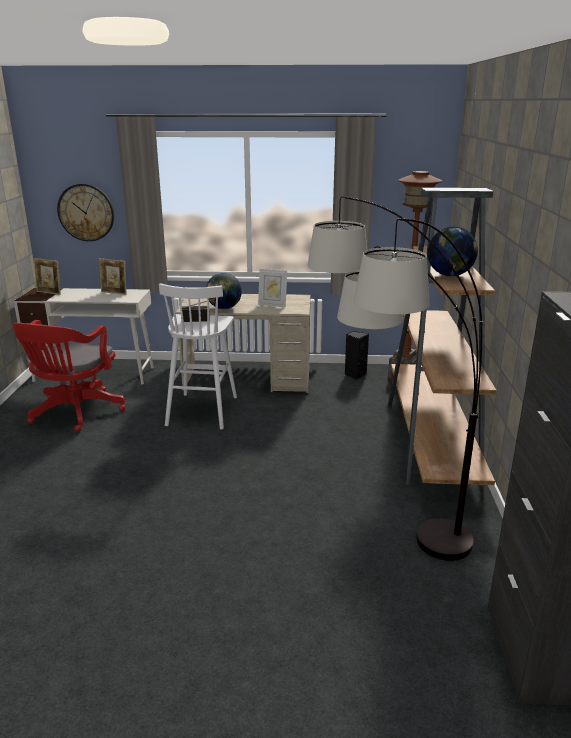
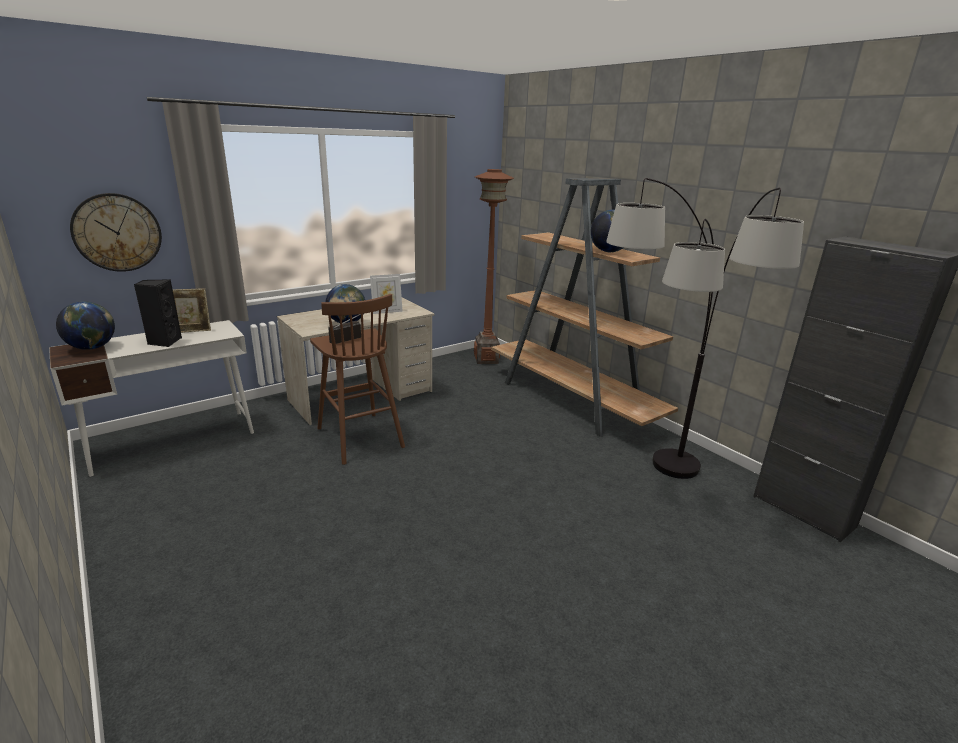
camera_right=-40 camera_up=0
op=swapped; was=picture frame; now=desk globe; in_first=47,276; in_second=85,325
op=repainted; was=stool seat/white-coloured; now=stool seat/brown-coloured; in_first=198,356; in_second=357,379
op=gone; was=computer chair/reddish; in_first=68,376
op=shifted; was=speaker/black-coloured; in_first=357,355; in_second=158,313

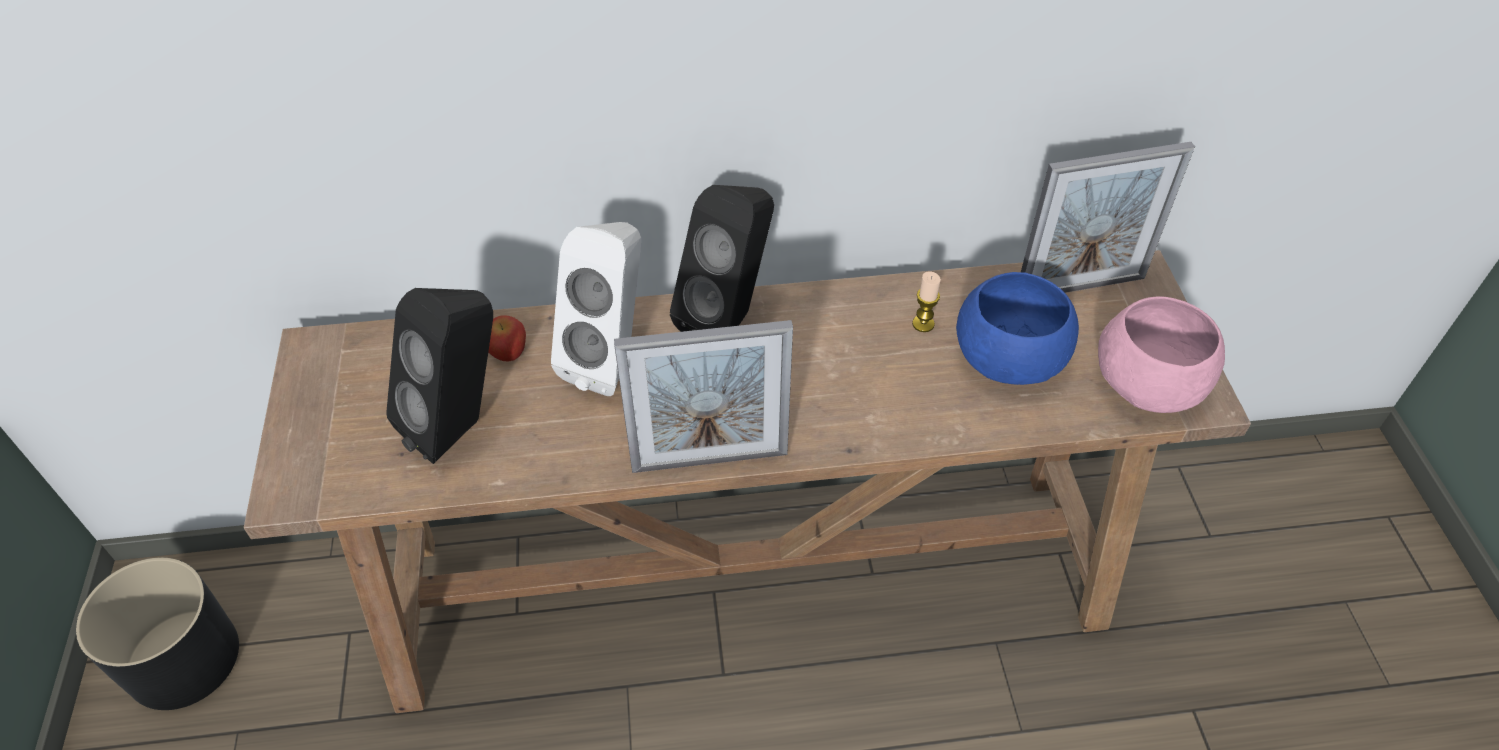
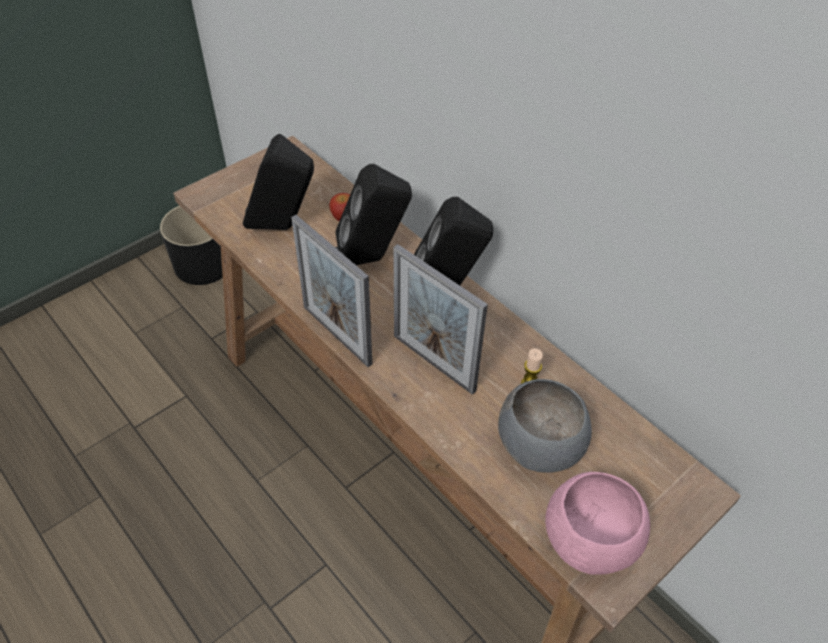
camera_right=55 camera_up=0
op=shifted; was=picture frame; in_first=1108,217; in_second=440,319
op=repainted; was=speaker/white-coloured; now=speaker/black-coloured; in_first=596,309; in_second=373,214
op=repainted; was=serving bowl/blue-coloured; now=serving bowl/grey; in_first=1017,328; in_second=545,426

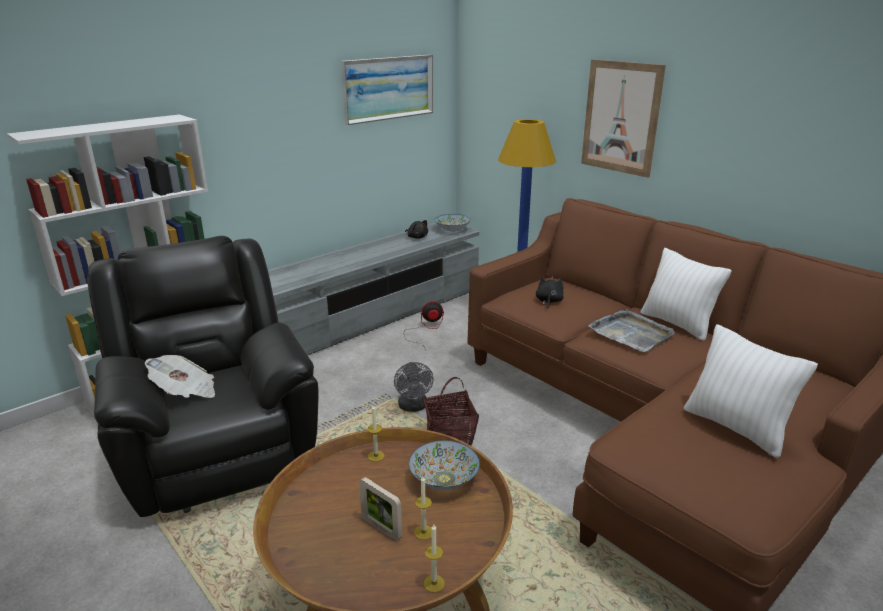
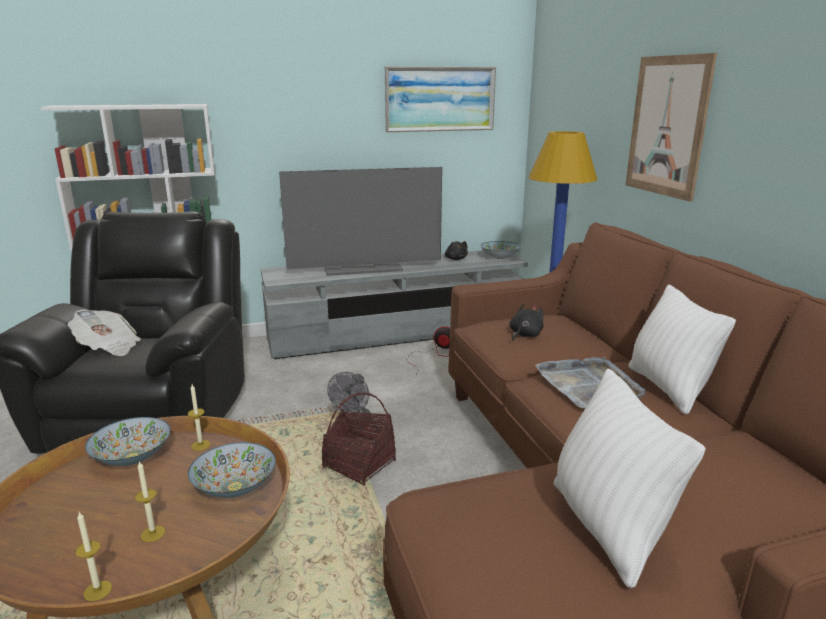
camera_right=25 camera_up=-5
op=gone; was=picture frame; in_first=380,509
op=new; now=television; in_second=360,221
op=new; now=serving bowl; in_second=127,441

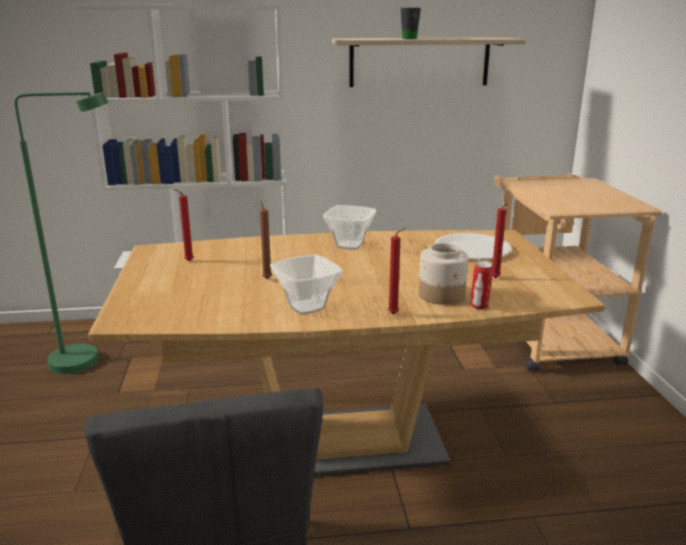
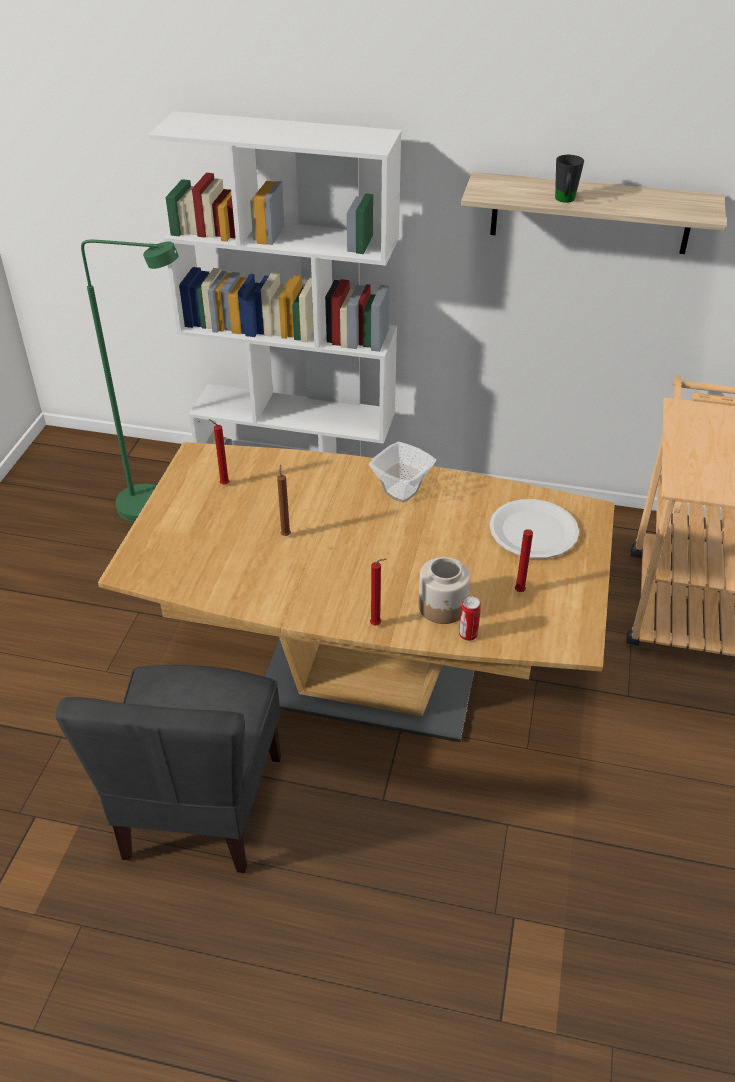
camera_right=20 camera_up=20
op=gone; was=serving bowl; in_first=306,284

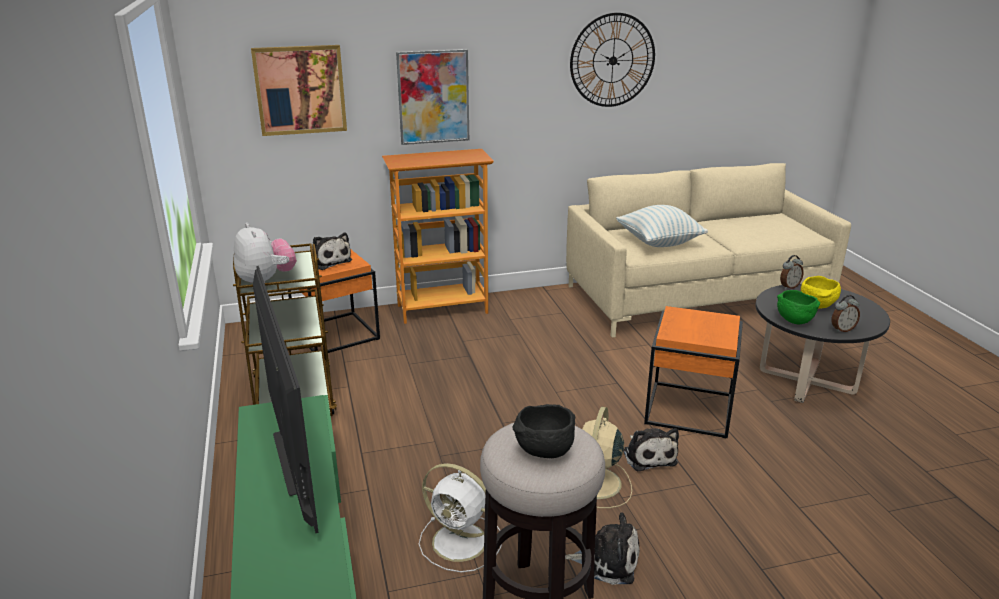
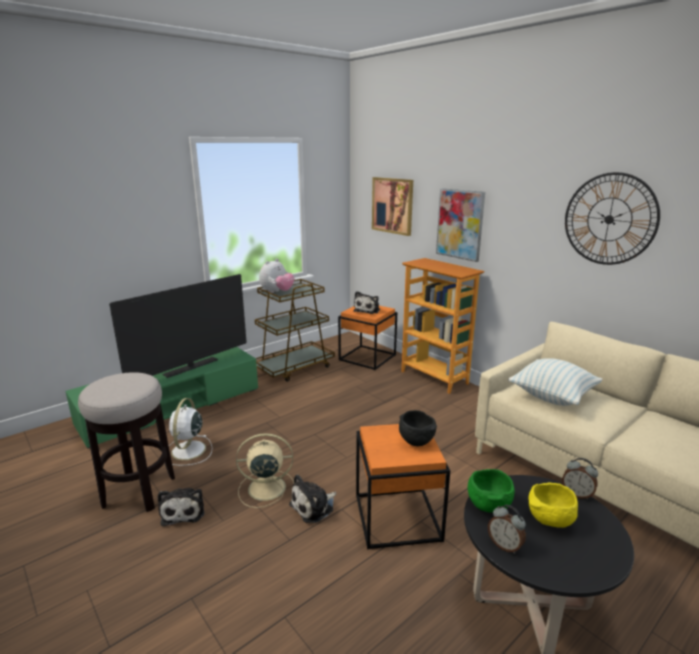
camera_right=65 camera_up=-5
op=shifted; was=serving bowl/black-coloured; in_first=543,431; in_second=418,428

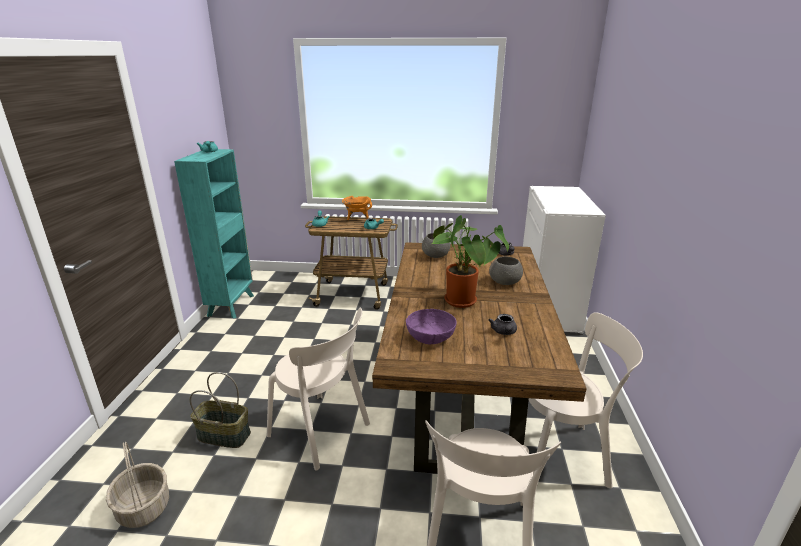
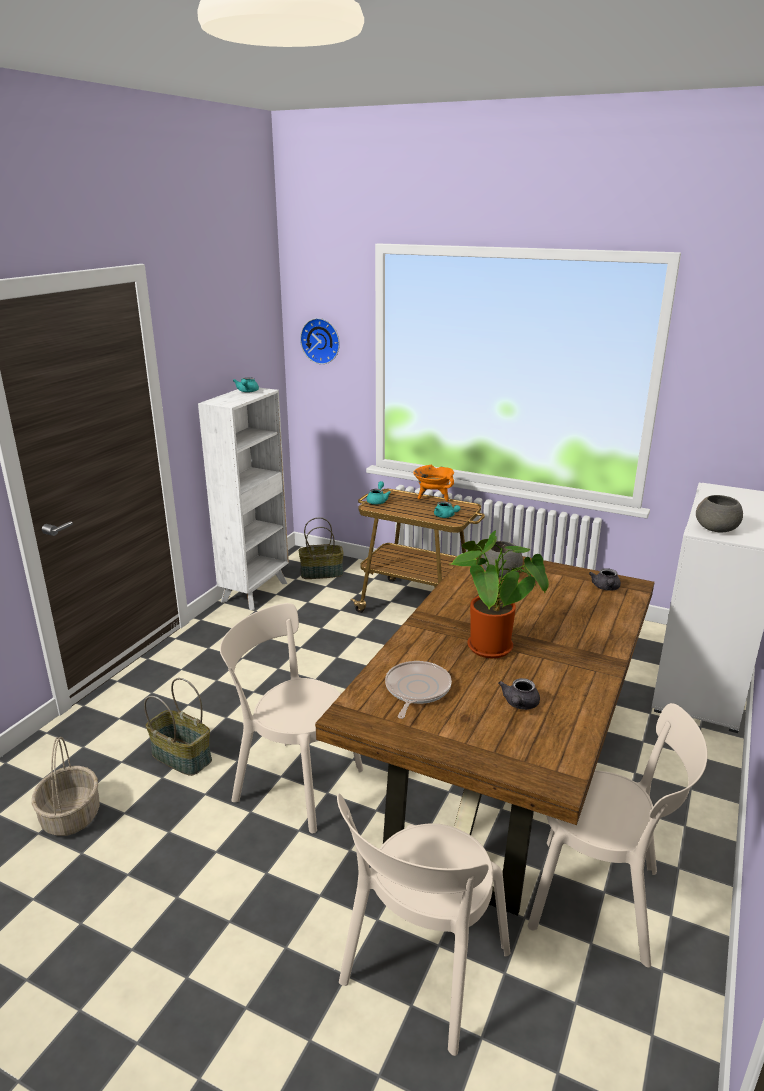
camera_right=20 camera_up=0
op=repainted; was=bookshelf/turquoise-coloured; now=bookshelf/white-coloured; in_first=214,234; in_second=243,499
op=shifted; was=serving bowl/grey; in_first=506,270; in_second=719,513
op=rotated; was=chair/beige-coloured; in_first=318,389; in_second=291,718; clockwise=150
op=swapped; was=serving bowl/purplish; now=frying pan; in_first=431,327; in_second=418,690
op=new; now=hanging clock; in_second=320,341
op=new; now=household basket; in_second=321,548

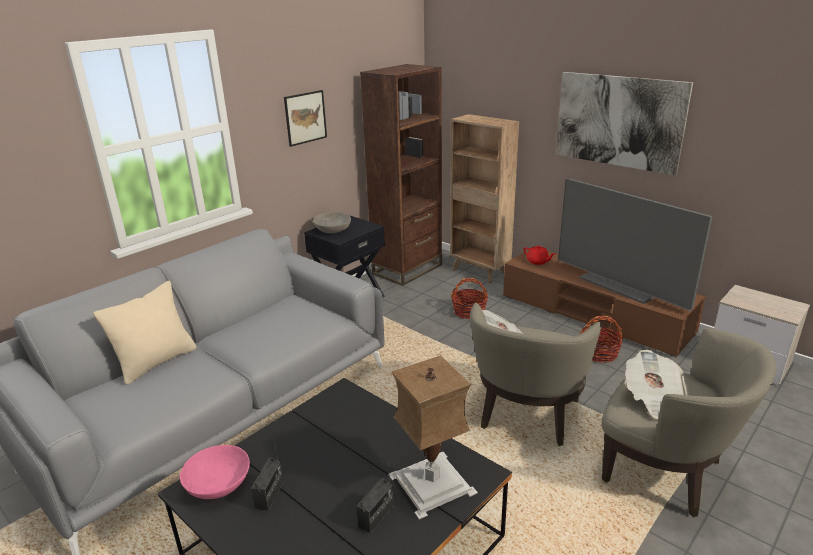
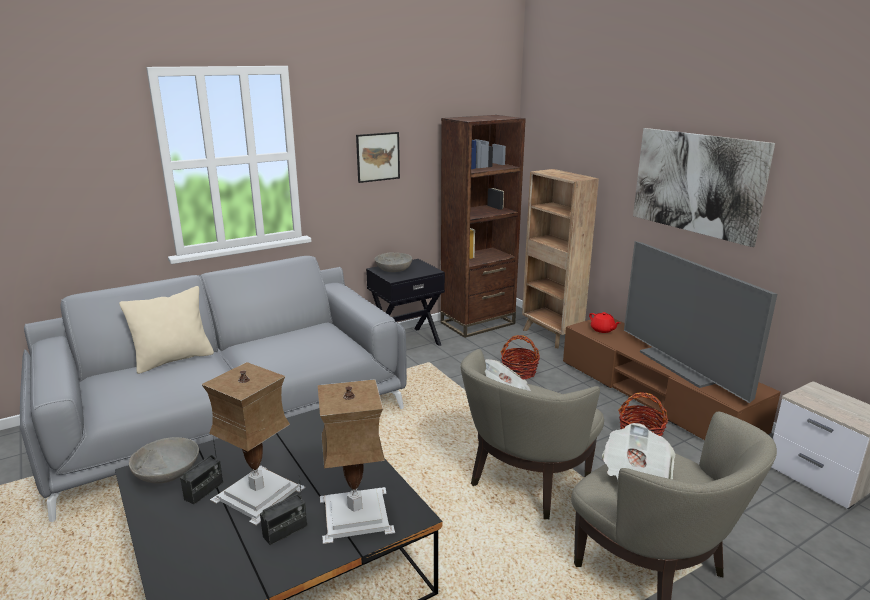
camera_right=15 camera_up=-5
op=repainted; was=serving bowl/pinkish; now=serving bowl/grey; in_first=214,472; in_second=164,460
op=new; now=table lamp; in_second=254,443

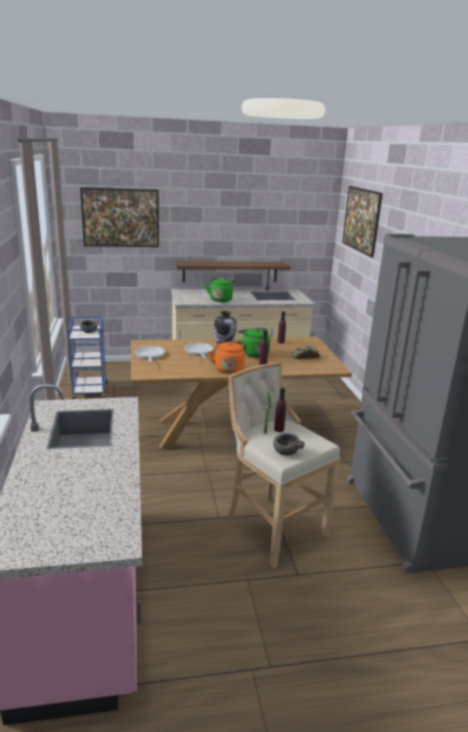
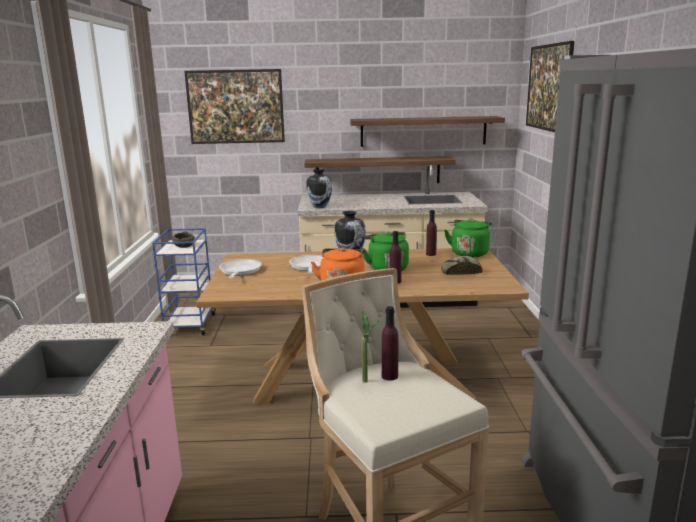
camera_right=10 camera_up=-5
op=shifted; was=kettle/green-coloured; in_first=220,290; in_second=468,238
op=gone; was=serving bowl/grey; in_first=289,444
op=new; now=shelf; in_second=427,131
op=new; now=vase; in_second=319,188

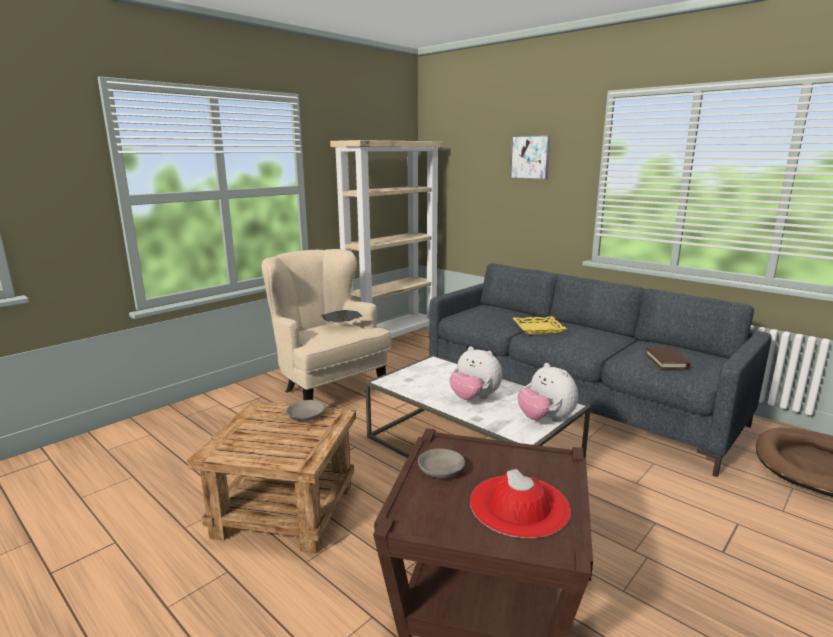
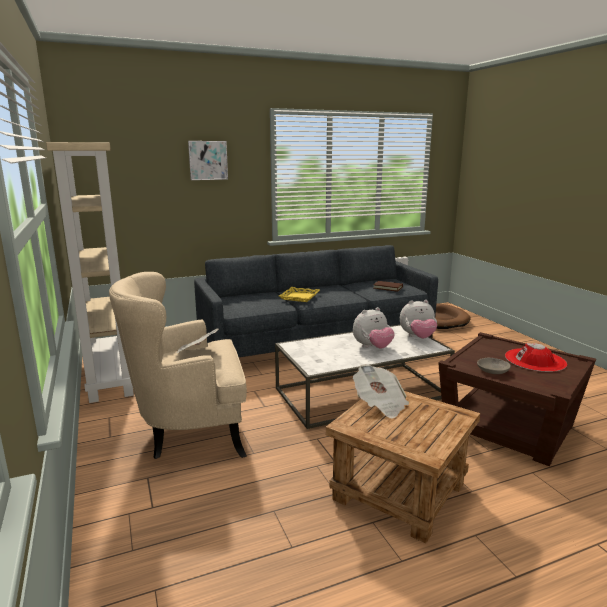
camera_right=-65 camera_up=0
op=swapped; was=serving bowl/grey; now=newspaper; in_first=306,411; in_second=381,391

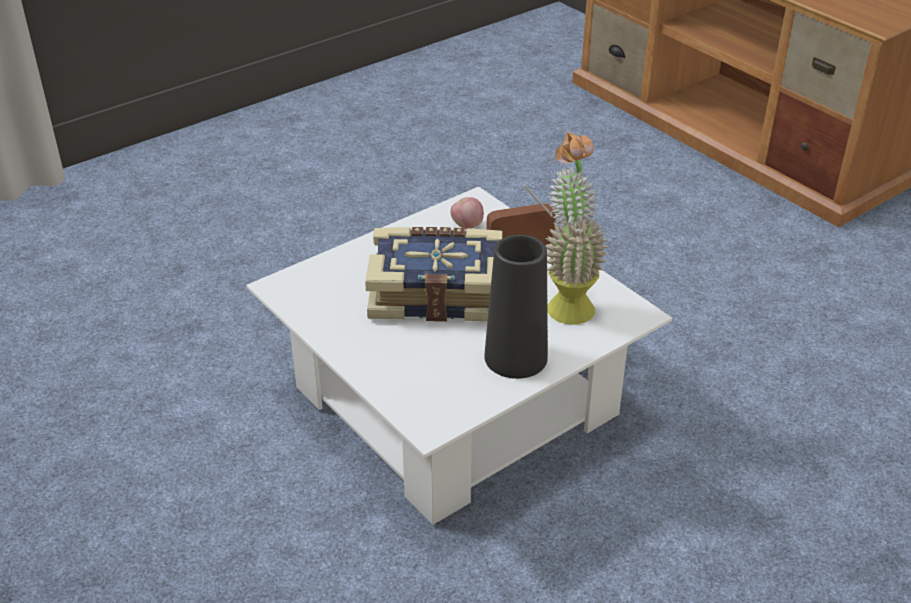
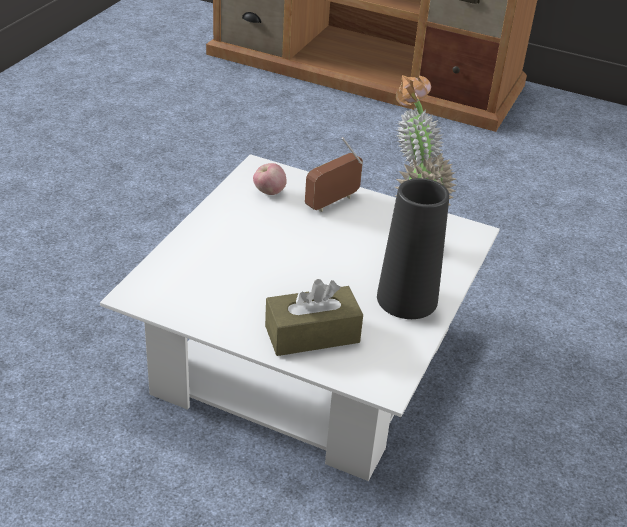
camera_right=-30 camera_up=0
op=gone; was=bound book; in_first=433,274
op=new; now=tissue box/brown-coloured; in_second=314,317

